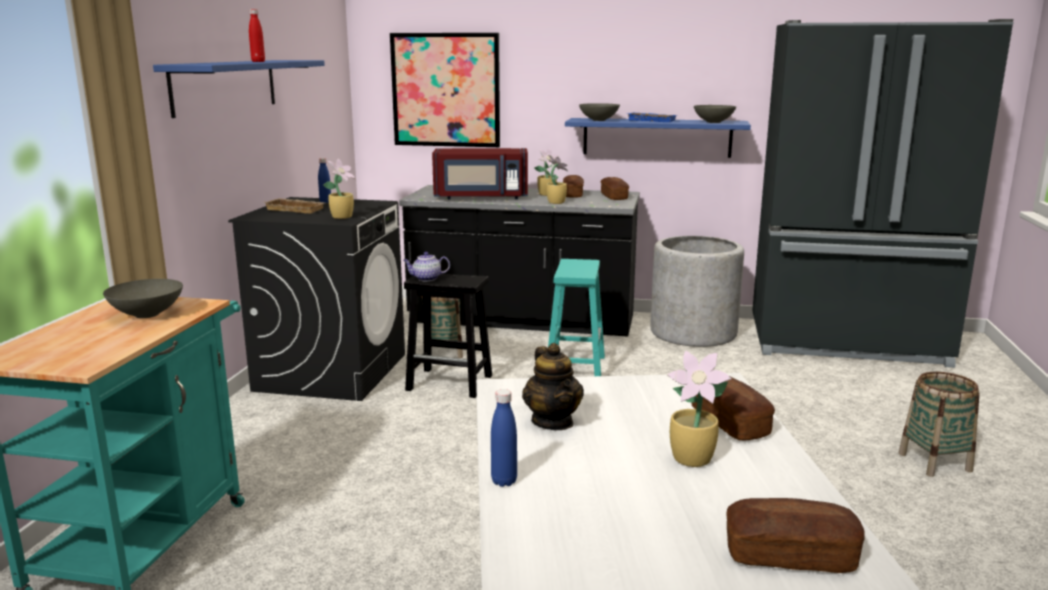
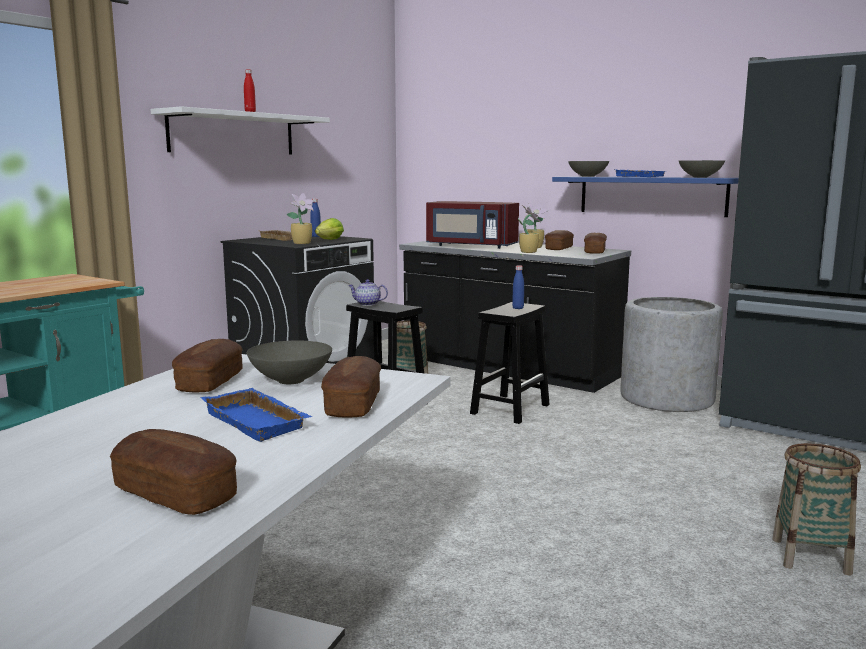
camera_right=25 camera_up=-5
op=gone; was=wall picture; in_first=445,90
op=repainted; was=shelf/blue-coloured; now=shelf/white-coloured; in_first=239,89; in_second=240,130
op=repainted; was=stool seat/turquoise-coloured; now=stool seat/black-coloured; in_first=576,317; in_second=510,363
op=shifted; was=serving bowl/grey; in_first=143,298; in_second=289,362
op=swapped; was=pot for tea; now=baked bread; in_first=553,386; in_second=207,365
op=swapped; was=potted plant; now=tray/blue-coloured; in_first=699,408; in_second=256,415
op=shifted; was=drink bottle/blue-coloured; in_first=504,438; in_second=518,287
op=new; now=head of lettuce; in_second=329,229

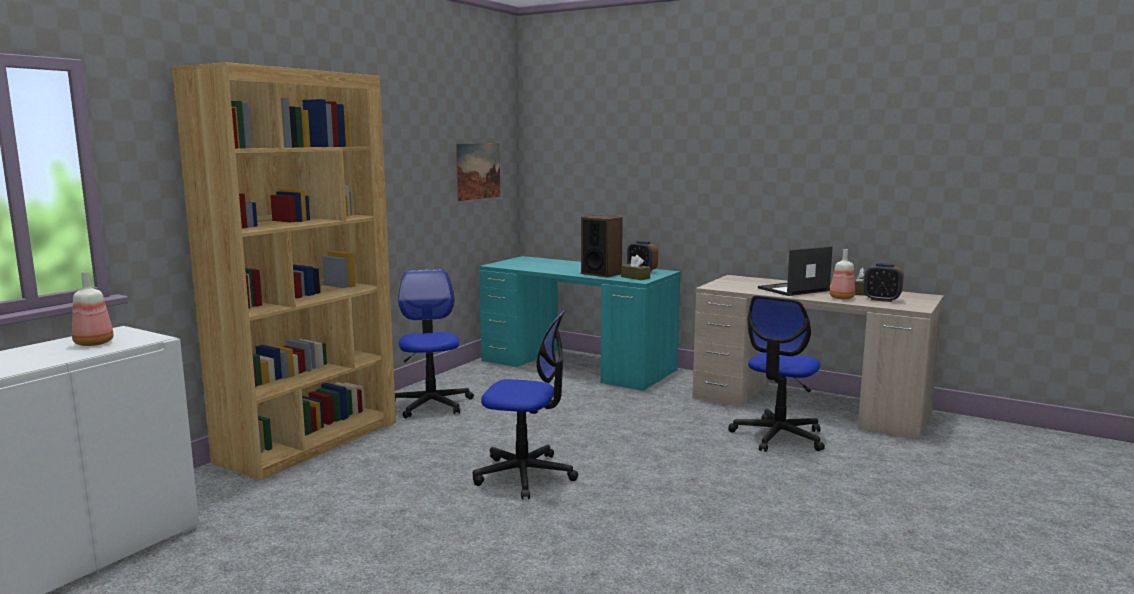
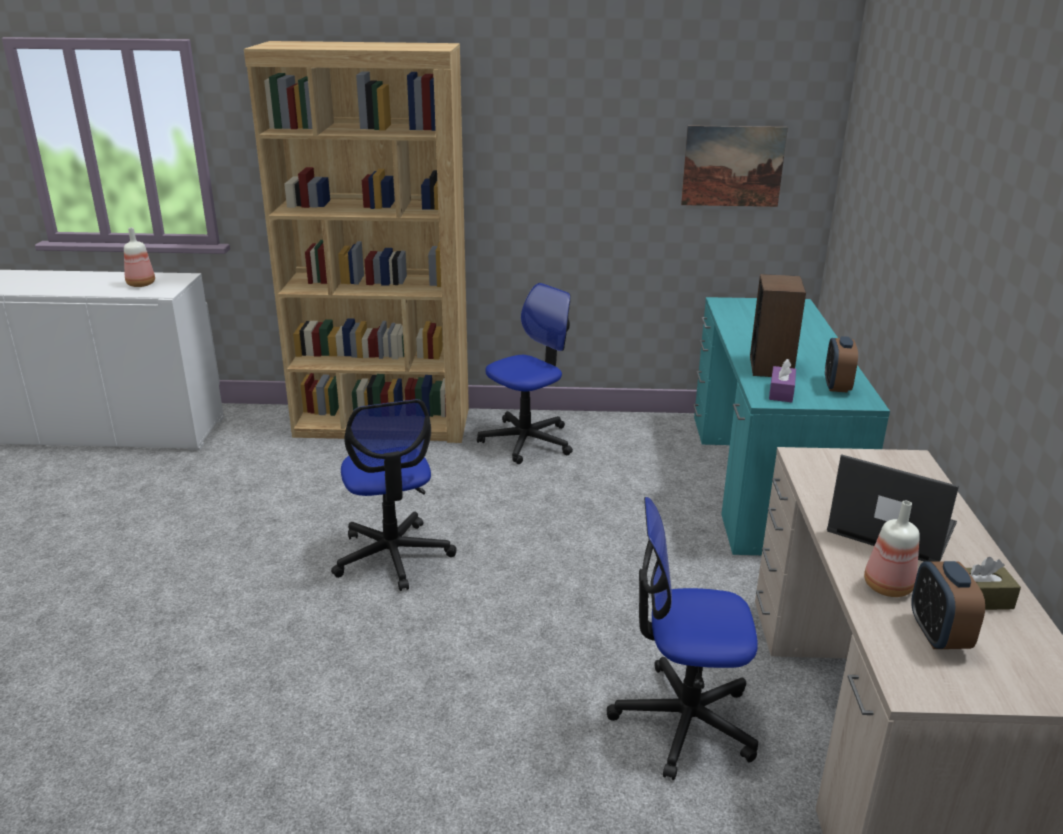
camera_right=60 camera_up=15
op=repainted; was=tissue box/brown-coloured; now=tissue box/purplish; in_first=635,267; in_second=782,380

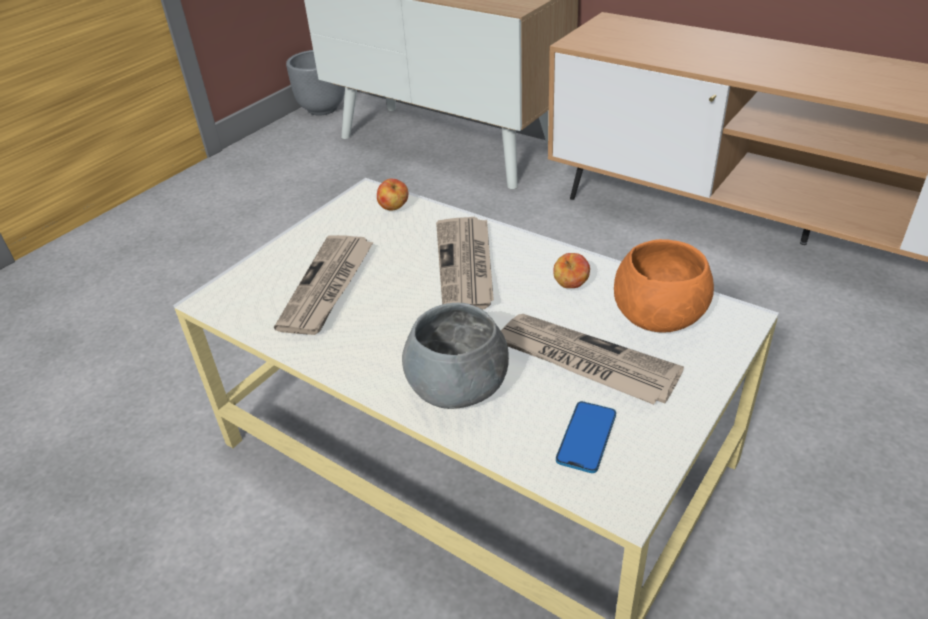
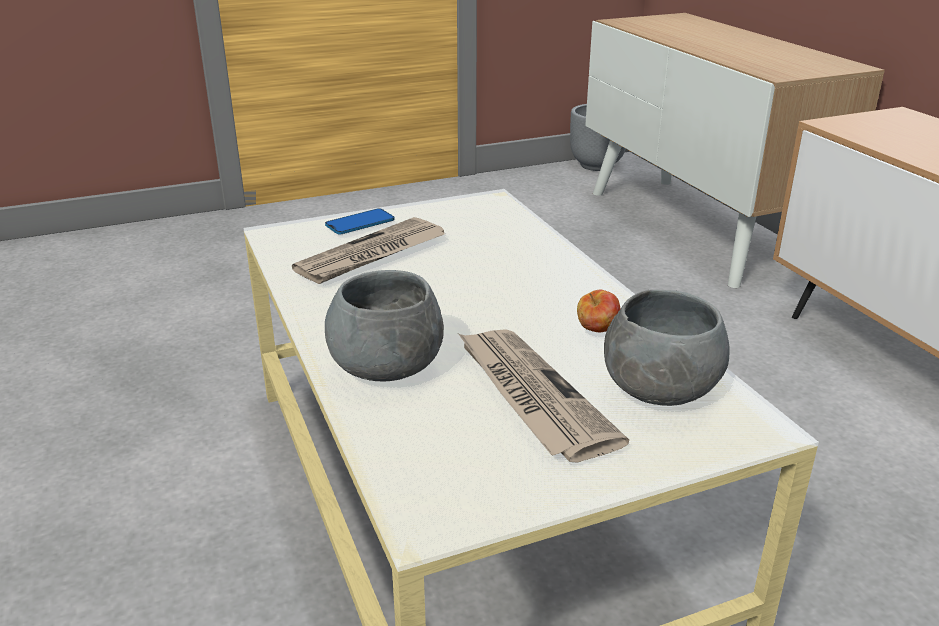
camera_right=30 camera_up=-10
op=gone; was=apple; in_first=392,194
op=gone; was=newspaper; in_first=465,263
op=repainted; was=serving bowl/orange; now=serving bowl/grey; in_first=664,286; in_second=667,348
op=shifted; was=handset; in_first=586,437; in_second=359,221

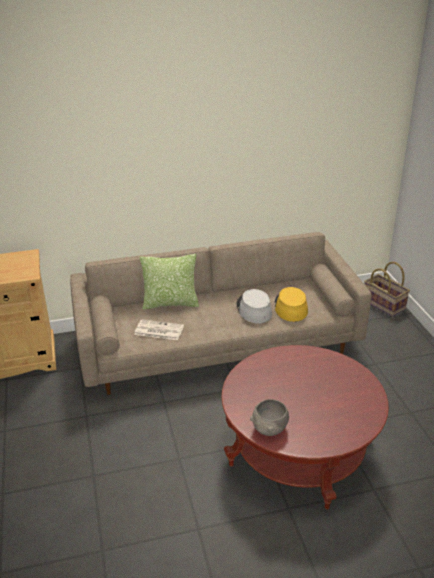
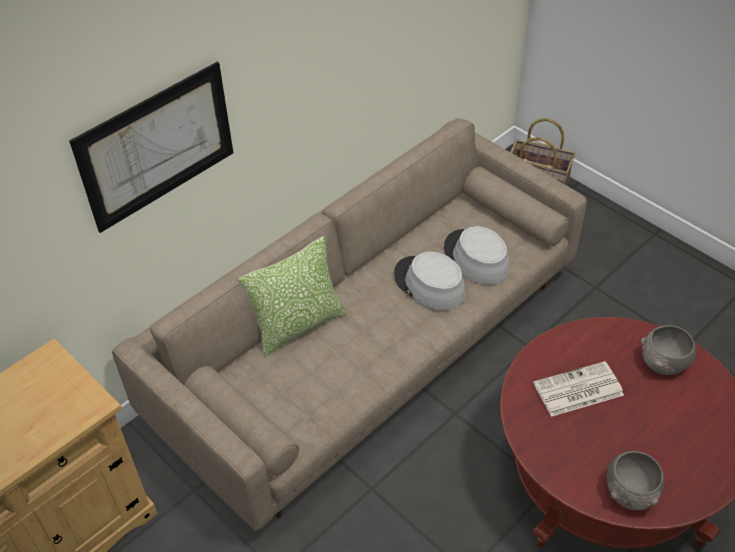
camera_right=-30 camera_up=15
op=repainted; was=clothing hat/yellow-coloured; now=clothing hat/grey; in_first=291,304; in_second=476,255
op=shifted; was=newspaper; in_first=159,329; in_second=578,389
op=new; now=wall picture; in_second=151,147
op=new; now=serving bowl/grey; in_second=668,350

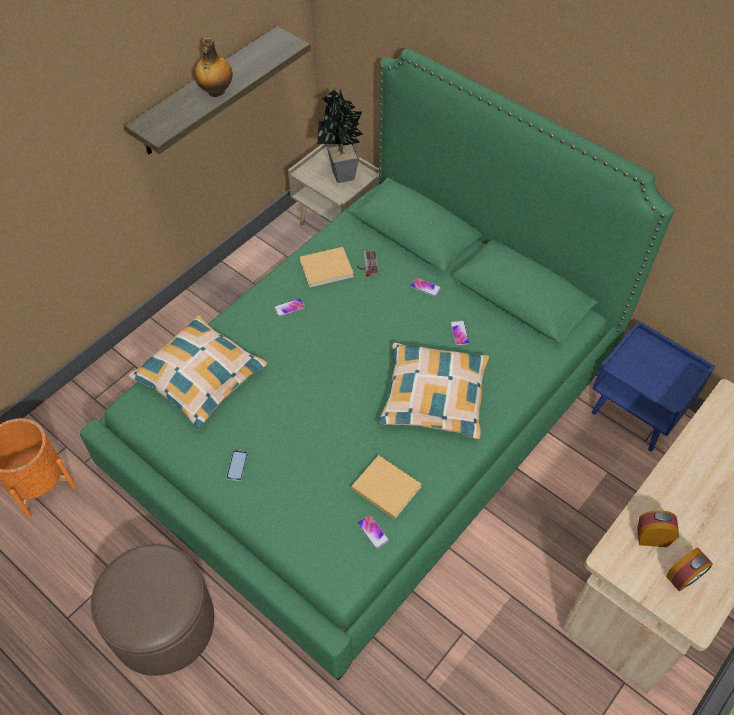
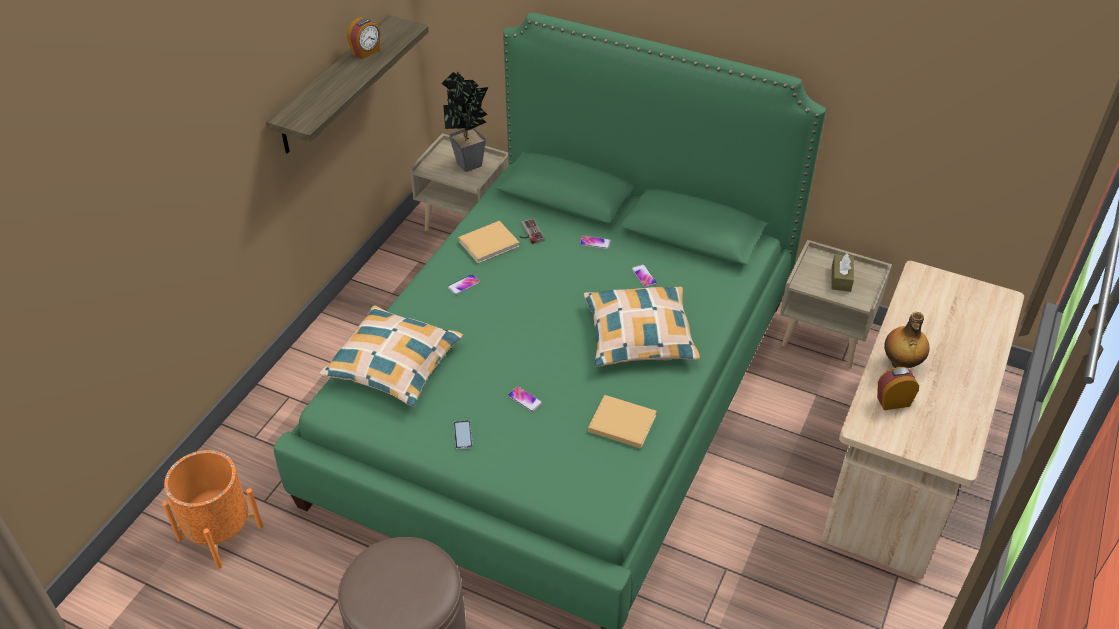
camera_right=-15 camera_up=-10
op=shifted; was=drink bottle; in_first=213,67; in_second=906,340
op=repainted; was=bedside table/blue-coloured; now=bedside table/beige-coloured; in_first=653,386; in_second=836,304
op=shifted; was=handset; in_first=373,532; in_second=525,399
op=shifted; was=bedside clock; in_first=689,569; in_second=363,38
op=new; now=tissue box/brown-coloured; in_second=842,273

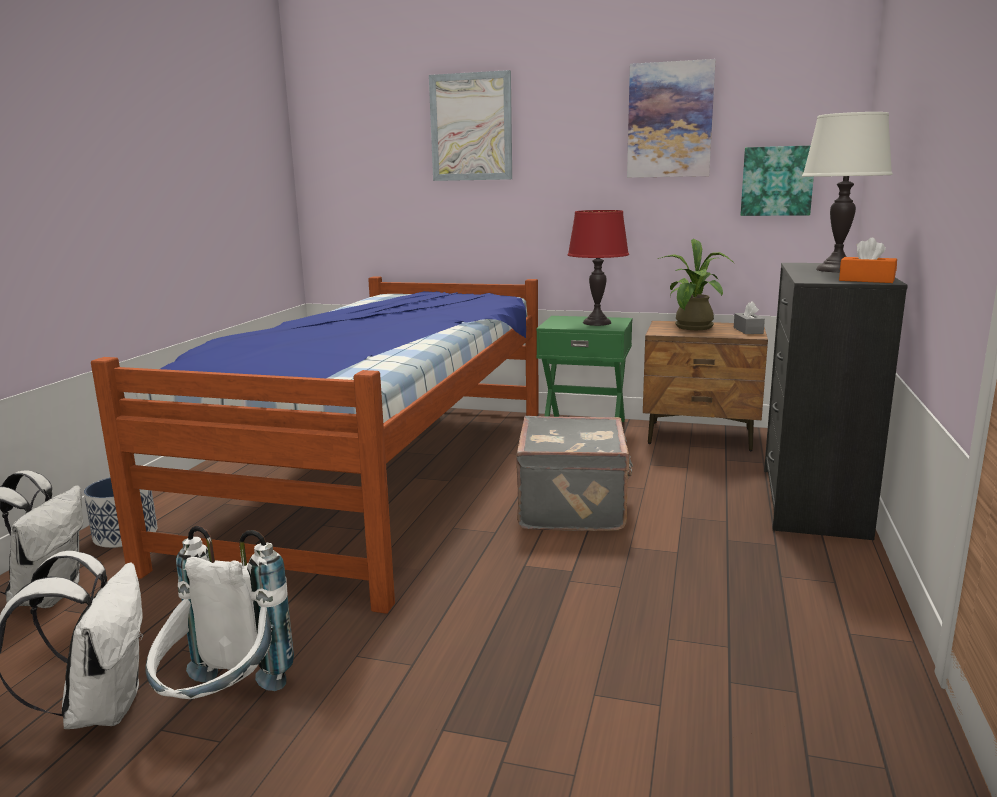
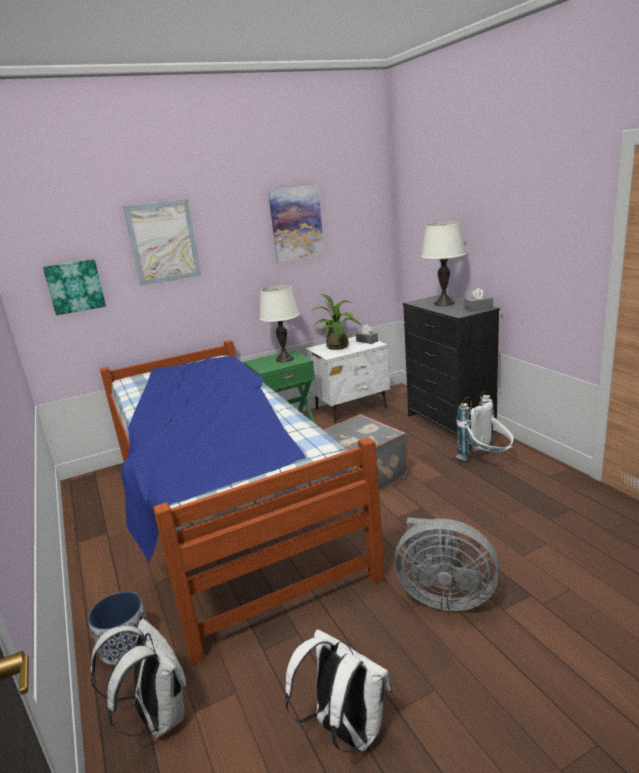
camera_right=-40 camera_up=5
op=shifted; was=wall picture; in_first=777,180; in_second=74,287
op=repainted; was=table lamp/reddish; now=table lamp/white-coloured; in_first=598,268; in_second=279,323
op=repainted; was=tissue box/orange; now=tissue box/grey; in_first=868,260; in_second=478,300
op=repainted; was=bedside table/brown-coloured; now=bedside table/white-coloured; in_first=705,386; in_second=347,379
op=shifted; was=knapsack/white-coloured; in_first=219,612; in_second=484,426
op=new; now=electric fan/grey; in_second=447,564

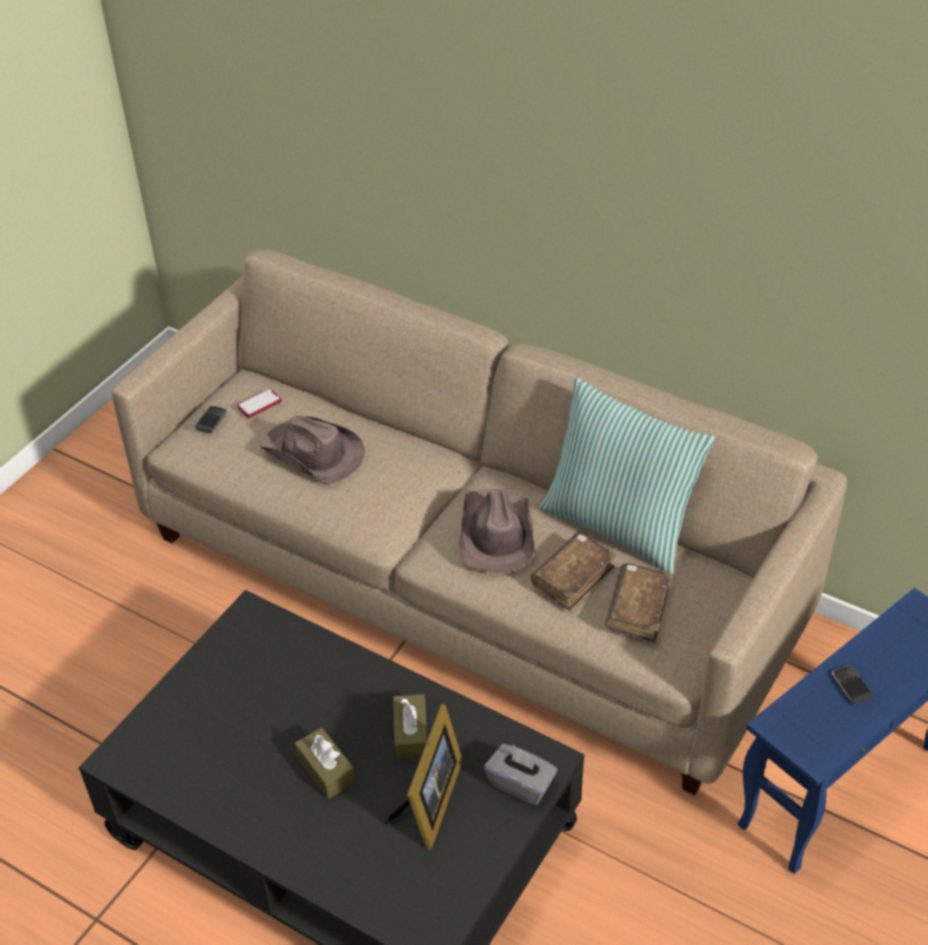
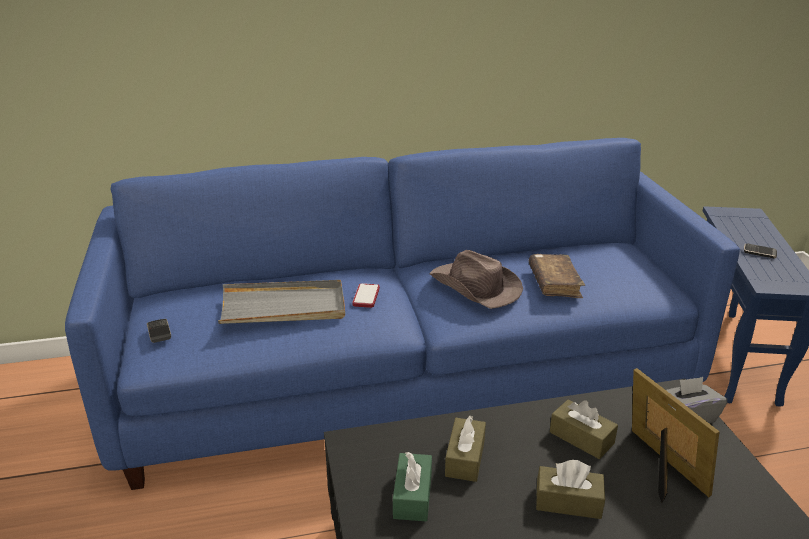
camera_right=-45 camera_up=-15
op=repainted; was=couch/beige-coloured; now=couch/blue-coloured; in_first=479,522; in_second=402,314
op=gone; was=cushion; in_first=628,476
op=shifted; was=handset; in_first=259,403; in_second=366,295
op=swapped; was=clothing hat/brown-coloured; now=tray/grey; in_first=312,449; in_second=281,302
op=gone; was=bound book/brown-coloured; in_first=638,603
op=new; now=tissue box/brown-coloured; in_second=465,449
op=new; now=tissue box/green-coloured; in_second=412,487

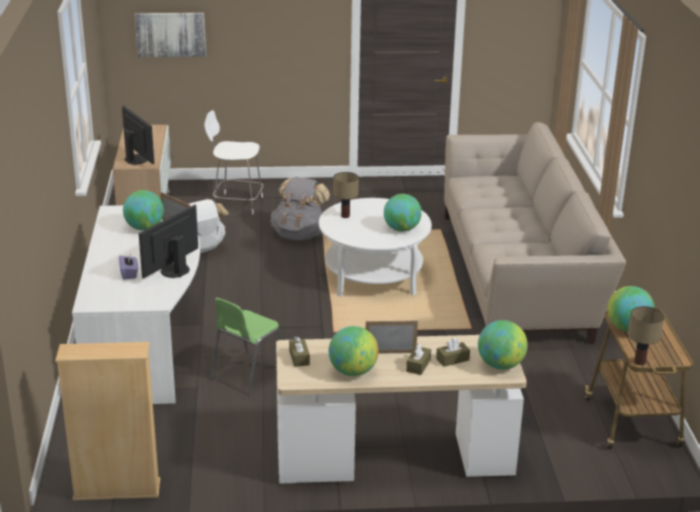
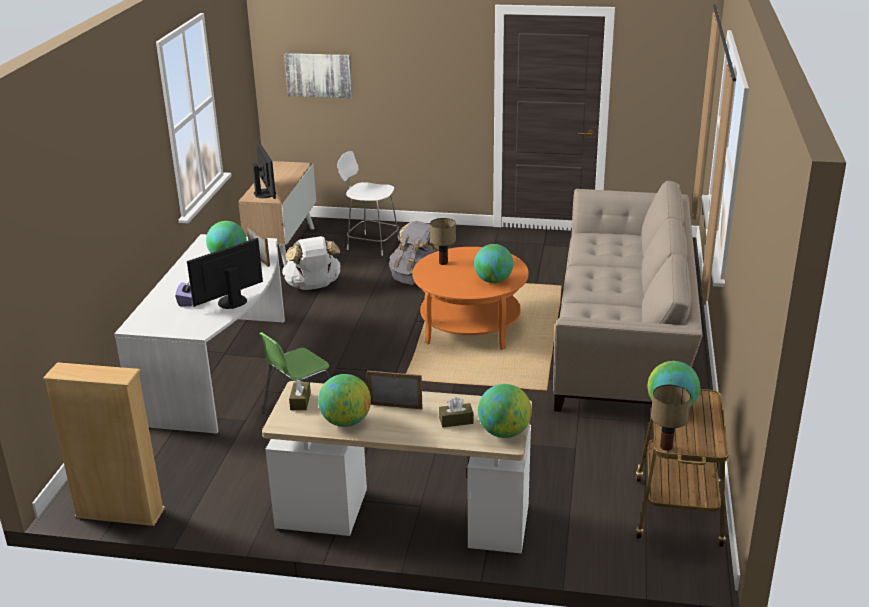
camera_right=15 camera_up=0
op=repainted; was=low table/white-coloured; now=low table/orange; in_first=375,247; in_second=471,298
op=gone; was=tissue box/brown-coloured; in_first=418,359

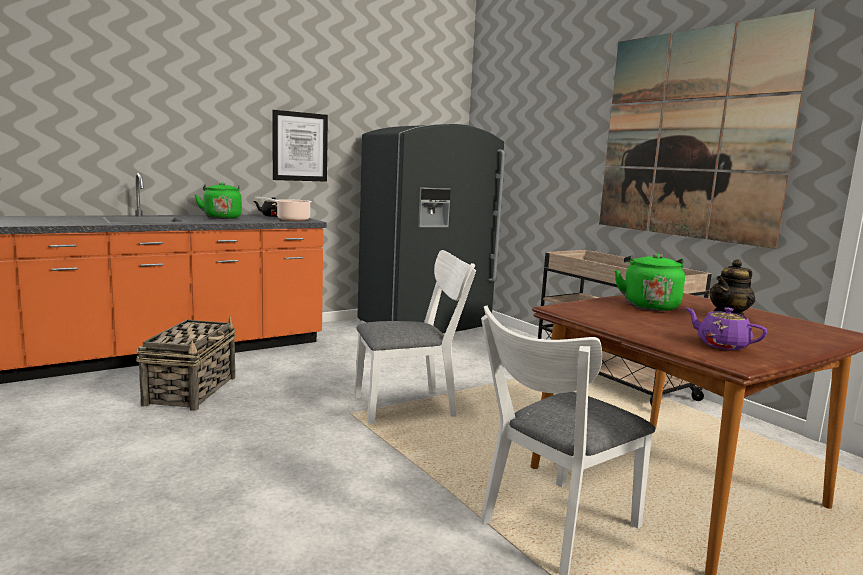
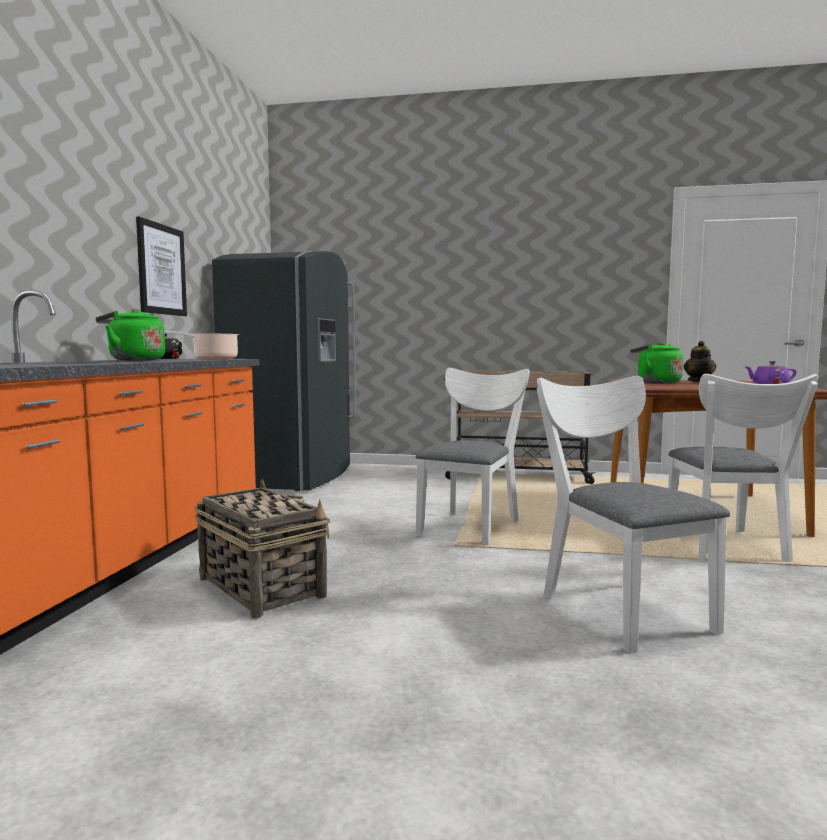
camera_right=-45 camera_up=-5
op=gone; was=wall picture; in_first=708,129
op=new; now=chair/white-coloured; in_second=633,514

